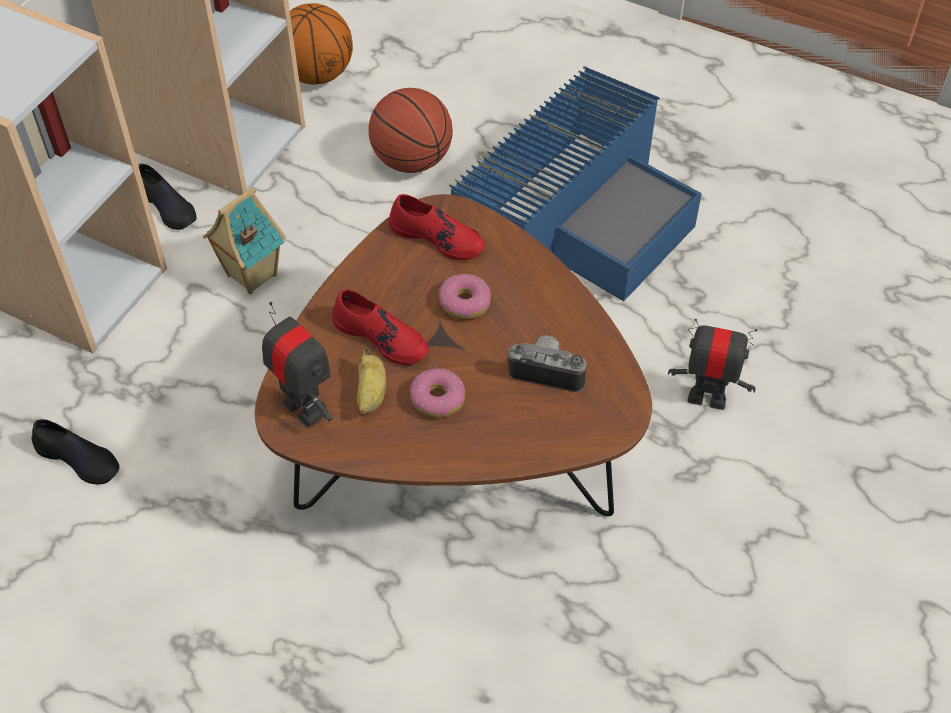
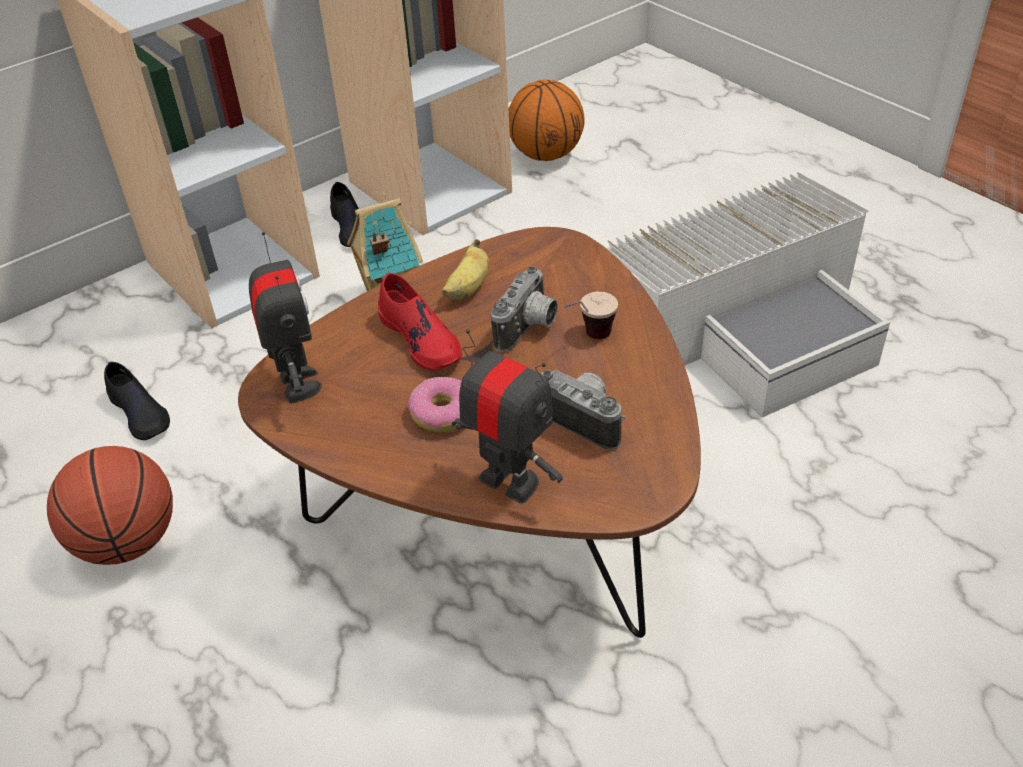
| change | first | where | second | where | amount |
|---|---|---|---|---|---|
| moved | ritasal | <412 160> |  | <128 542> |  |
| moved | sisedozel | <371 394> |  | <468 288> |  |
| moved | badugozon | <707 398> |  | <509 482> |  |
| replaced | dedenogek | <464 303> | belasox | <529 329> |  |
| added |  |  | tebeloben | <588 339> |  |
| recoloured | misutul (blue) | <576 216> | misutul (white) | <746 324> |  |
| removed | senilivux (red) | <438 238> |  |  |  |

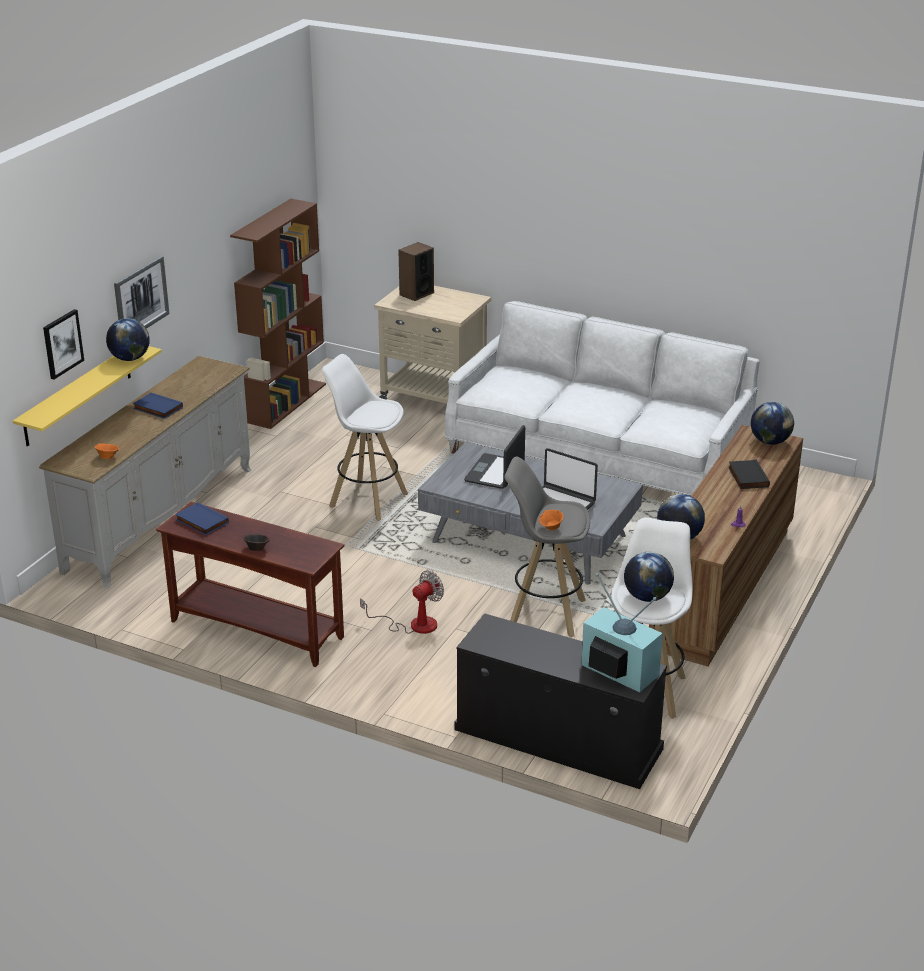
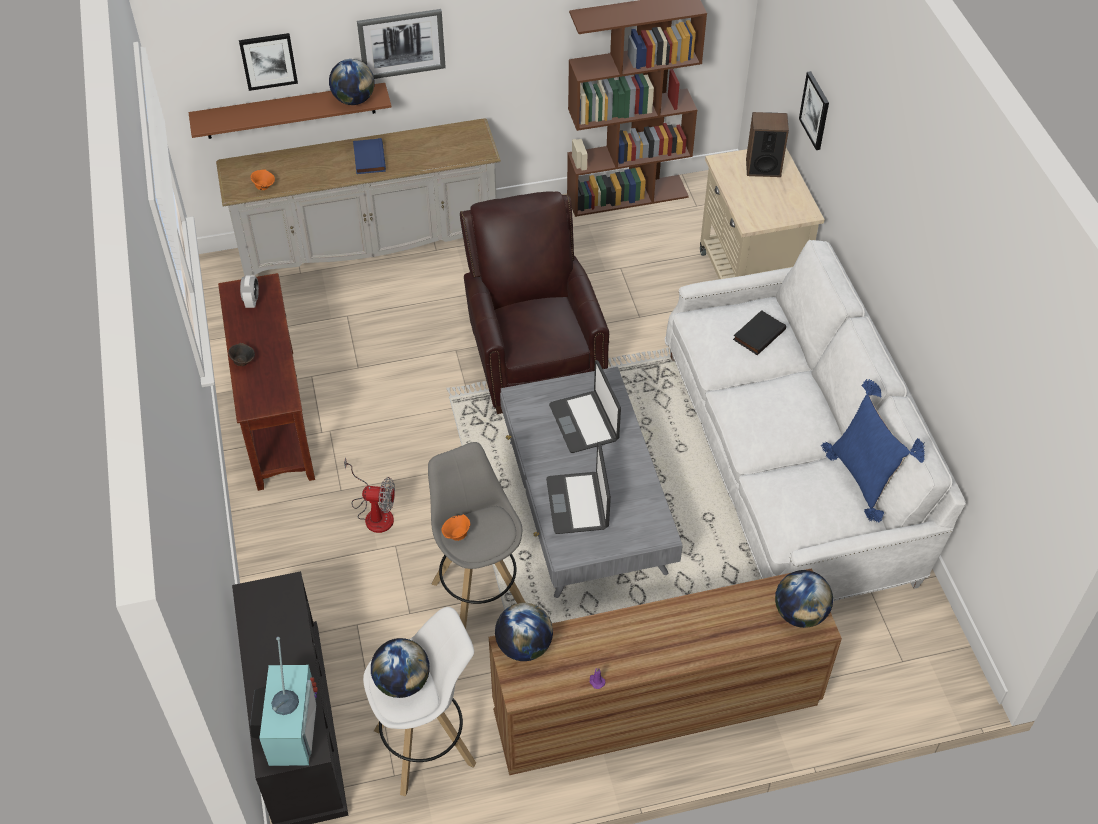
| change | first | where | second | where | amount |
|---|---|---|---|---|---|
| recoloured | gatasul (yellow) | <78 395> | gatasul (brown) | <290 111> |  |
| replaced | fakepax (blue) | <201 522> | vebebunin | <252 301> |  |
| replaced | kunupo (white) | <367 499> | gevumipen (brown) | <533 353> |  |
| turned | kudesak | <495 472> |  | <584 422> | 90 degrees counterclockwise |
| moved | fakepax (black) | <747 477> |  | <758 334> |  |
| added |  |  | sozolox | <815 110> |  |
| added |  |  | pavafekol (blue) | <863 482> |  |

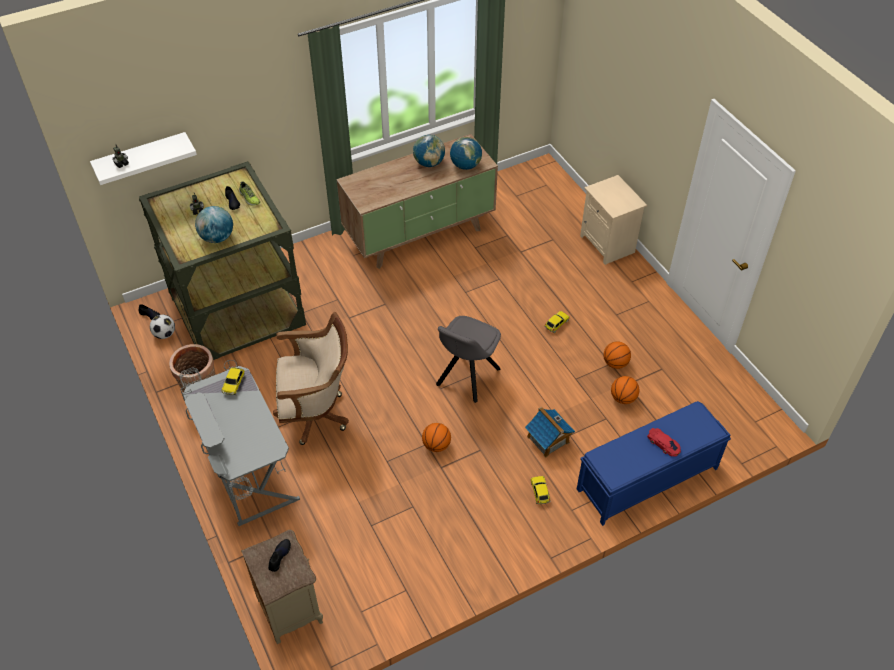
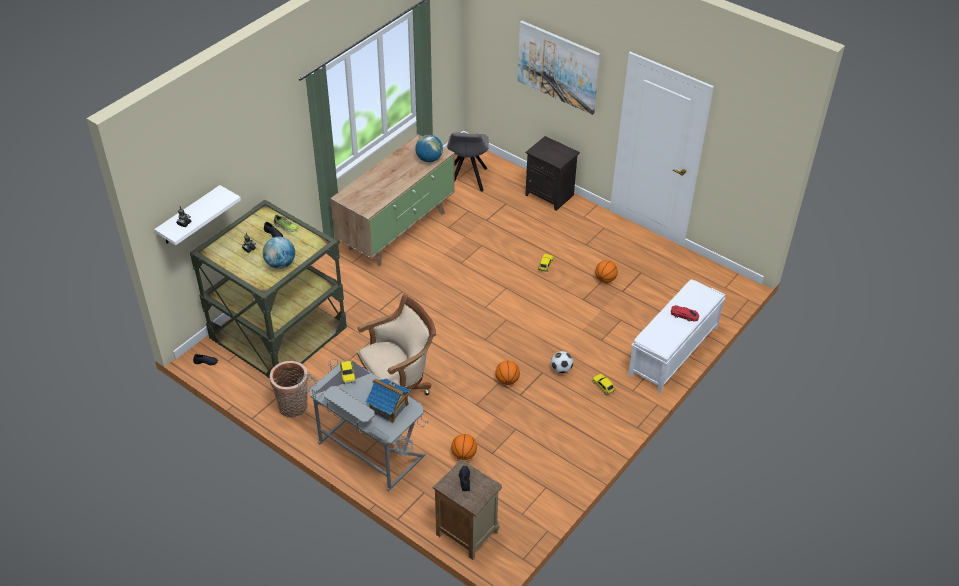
| change | first | where | second | where | amount |
|---|---|---|---|---|---|
| moved | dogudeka | <548 440> |  | <389 408> |  |
| moved | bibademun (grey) | <467 377> |  | <467 179> |  |
| moved | ritasal | <623 398> |  | <464 454> |  |
| added |  |  | sozolox | <558 67> |  |
| recoloured | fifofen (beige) | <608 244> | fifofen (black) | <550 195> |  |
| moved | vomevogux | <165 334> |  | <561 369> |  |
| recoloured | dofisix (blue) | <646 479> | dofisix (white) | <673 351> |  |
| removed | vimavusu | <429 163> |  |  |  |

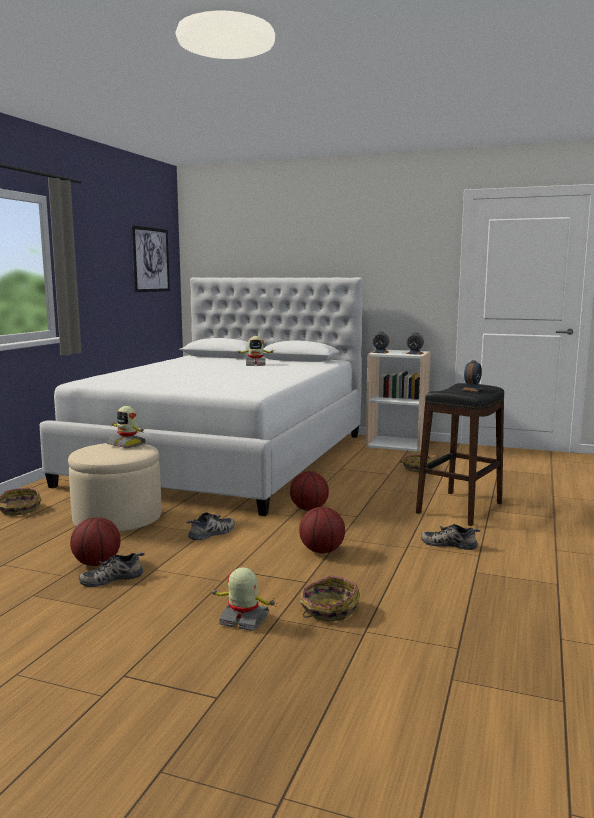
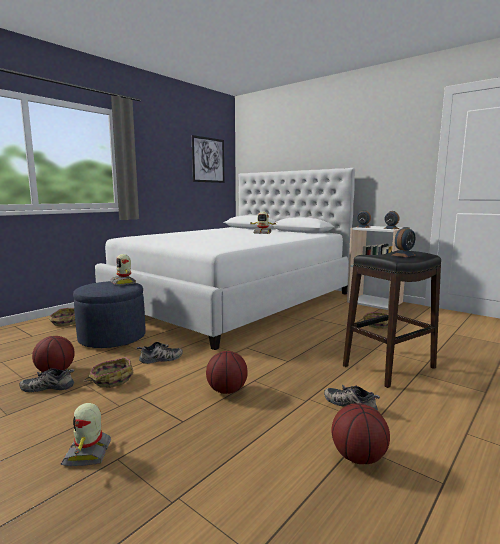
| change | first | where | second | where | amount |
|---|---|---|---|---|---|
| turned | badugozon | <244 620> |  | <89 453> | 135 degrees counterclockwise |
| recoloured | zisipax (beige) | <117 519> | zisipax (blue) | <112 337> |  |
| moved | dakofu | <328 610> |  | <111 379> |  |
| moved | ritasal | <309 509> |  | <358 457> |  |

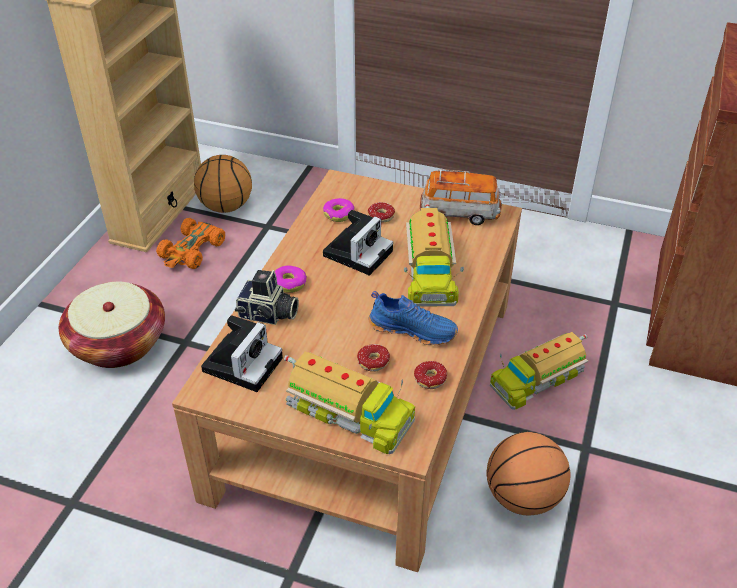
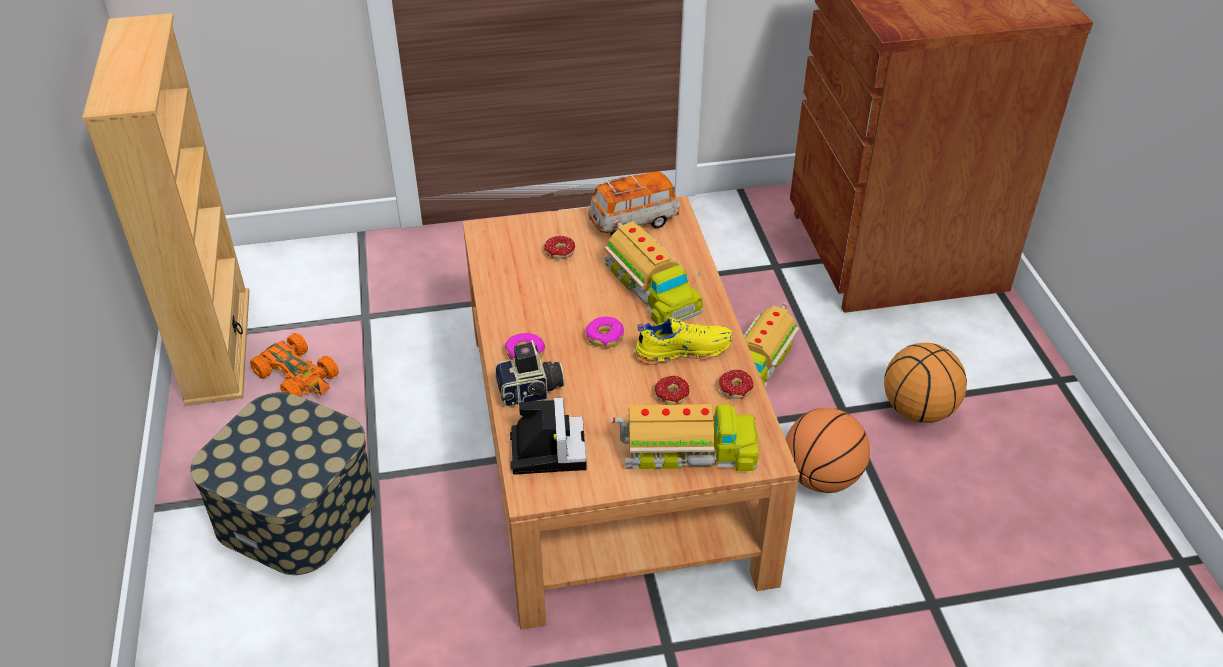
| change | first | where | second | where | amount |
|---|---|---|---|---|---|
| replaced | dakofu | <118 343> | misutul | <295 511> |  |
| turned | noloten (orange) | <192 251> |  | <298 376> | 45 degrees counterclockwise |
| moved | dedenogek | <339 214> |  | <605 337> |  |
| recoloured | senilivux (blue) | <413 329> | senilivux (yellow) | <682 350> |  |
| moved | ritasal | <226 207> |  | <919 410> |  |
| removed | belasox | <358 252> |  |  |  |

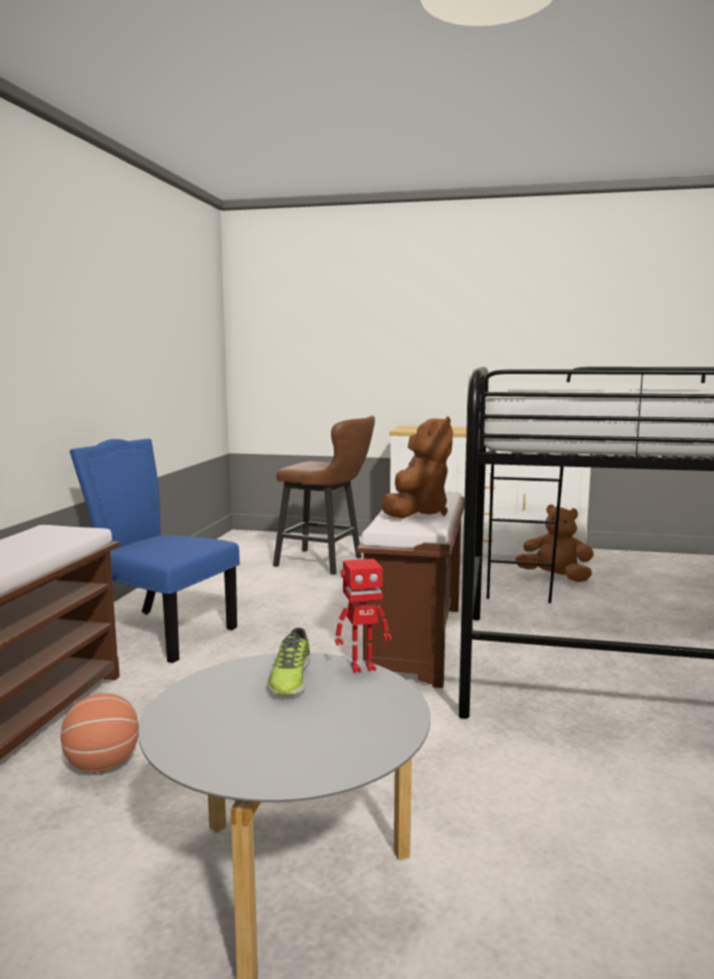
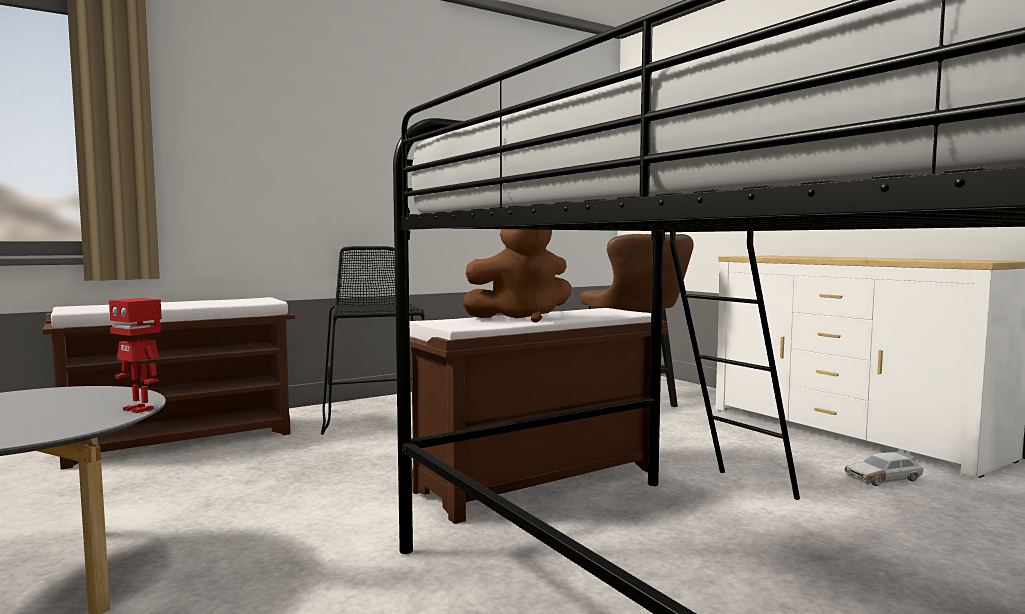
| change | first | where | second | where | amount |
|---|---|---|---|---|---|
| replaced | bibademun (blue) | <164 634> | kunupo (black) | <378 418> |  |
| replaced | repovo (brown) | <555 577> | noloten | <883 478> |  |
| removed | ritasal | <102 765> |  |  |  |
| removed | senilivux | <289 678> |  |  |  |

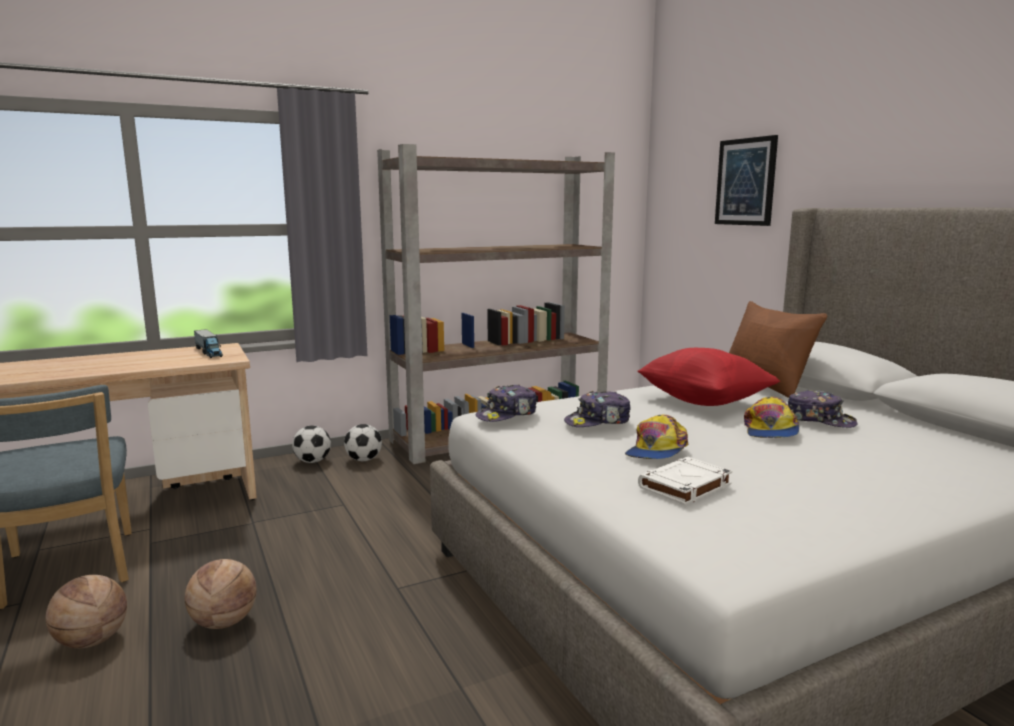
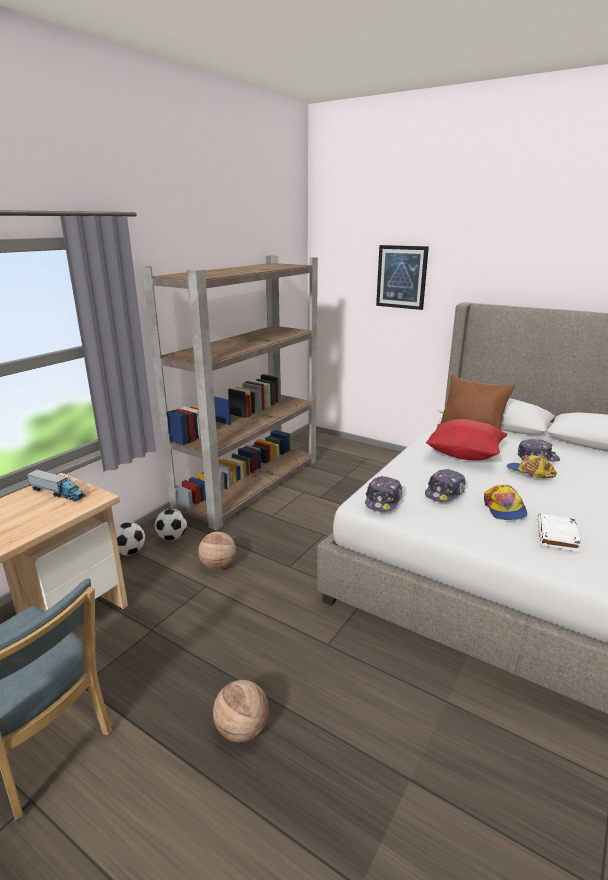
| change | first | where | second | where | amount |
|---|---|---|---|---|---|
| moved | ritasal | <92 641> |  | <218 566> |  |
| turned | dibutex | <770 430> |  | <529 473> | 150 degrees clockwise |

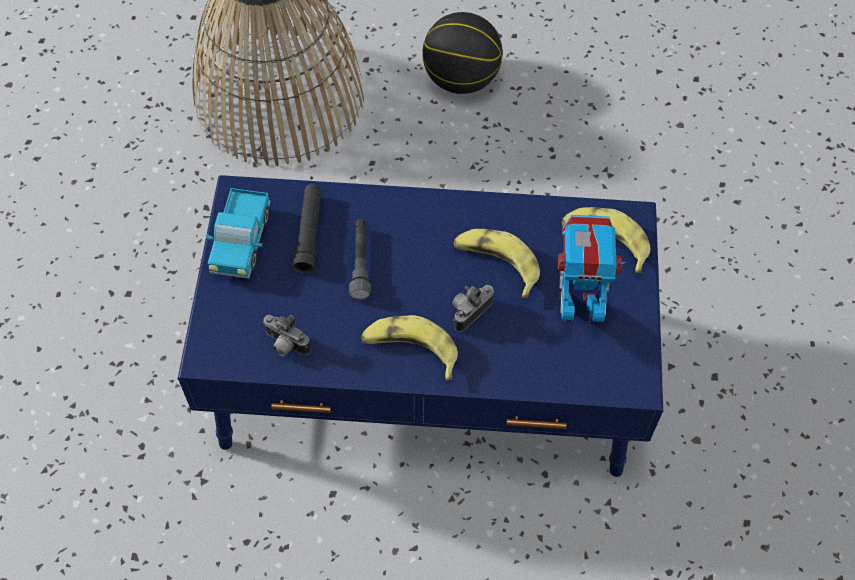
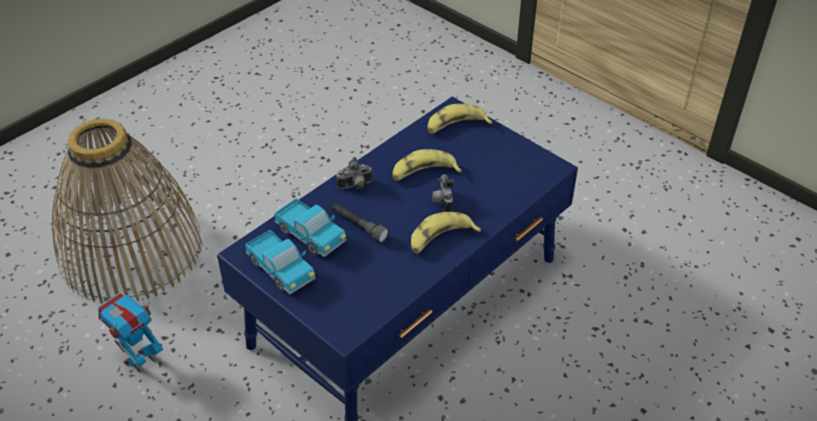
| change | first | where | second | where | amount |
|---|---|---|---|---|---|
| moved | badugozon | <576 306> |  | <140 360> |  |
| replaced | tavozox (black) | <309 233> | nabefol | <311 237> |  |
| moved | belasox | <285 345> |  | <355 186> |  |
| removed | ritasal | <461 80> |  |  |  |

